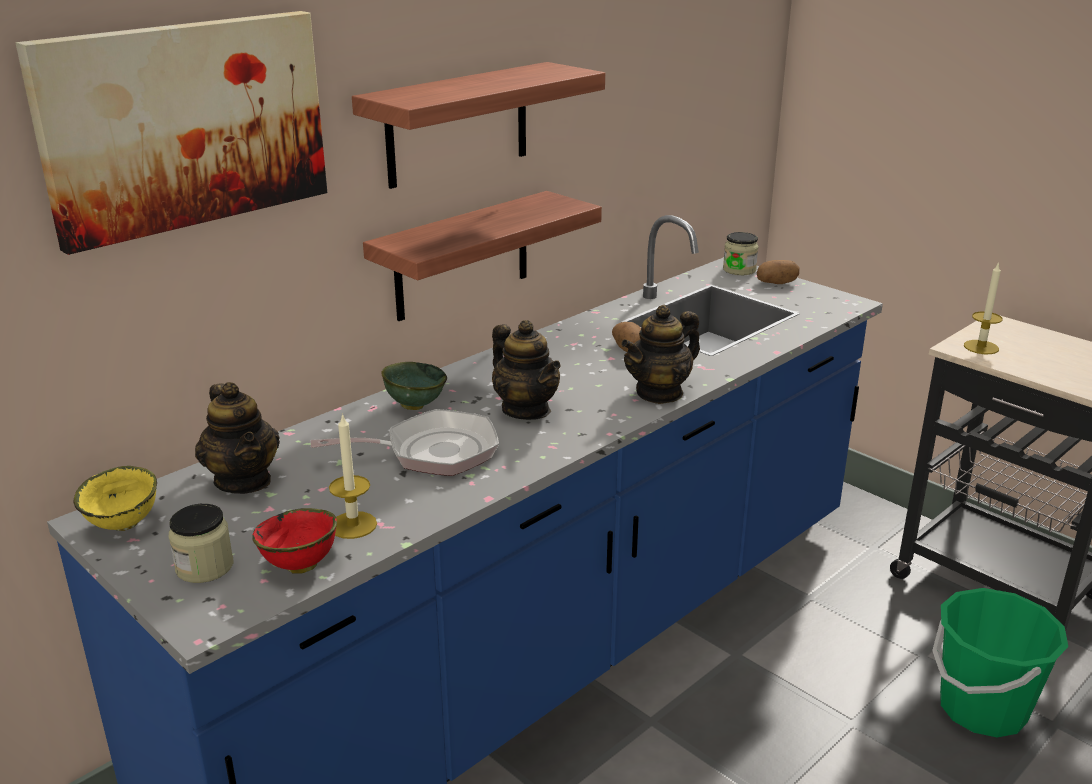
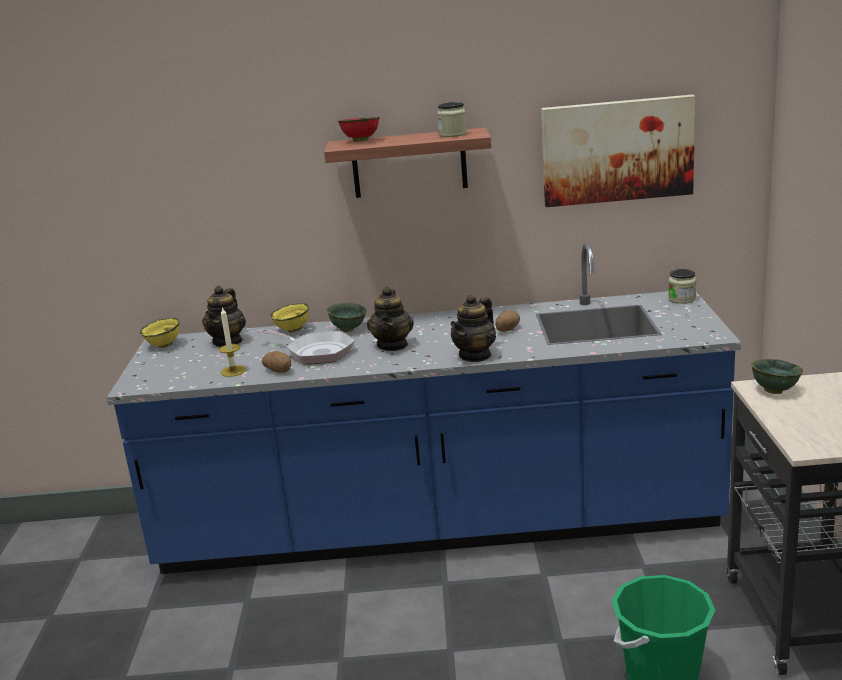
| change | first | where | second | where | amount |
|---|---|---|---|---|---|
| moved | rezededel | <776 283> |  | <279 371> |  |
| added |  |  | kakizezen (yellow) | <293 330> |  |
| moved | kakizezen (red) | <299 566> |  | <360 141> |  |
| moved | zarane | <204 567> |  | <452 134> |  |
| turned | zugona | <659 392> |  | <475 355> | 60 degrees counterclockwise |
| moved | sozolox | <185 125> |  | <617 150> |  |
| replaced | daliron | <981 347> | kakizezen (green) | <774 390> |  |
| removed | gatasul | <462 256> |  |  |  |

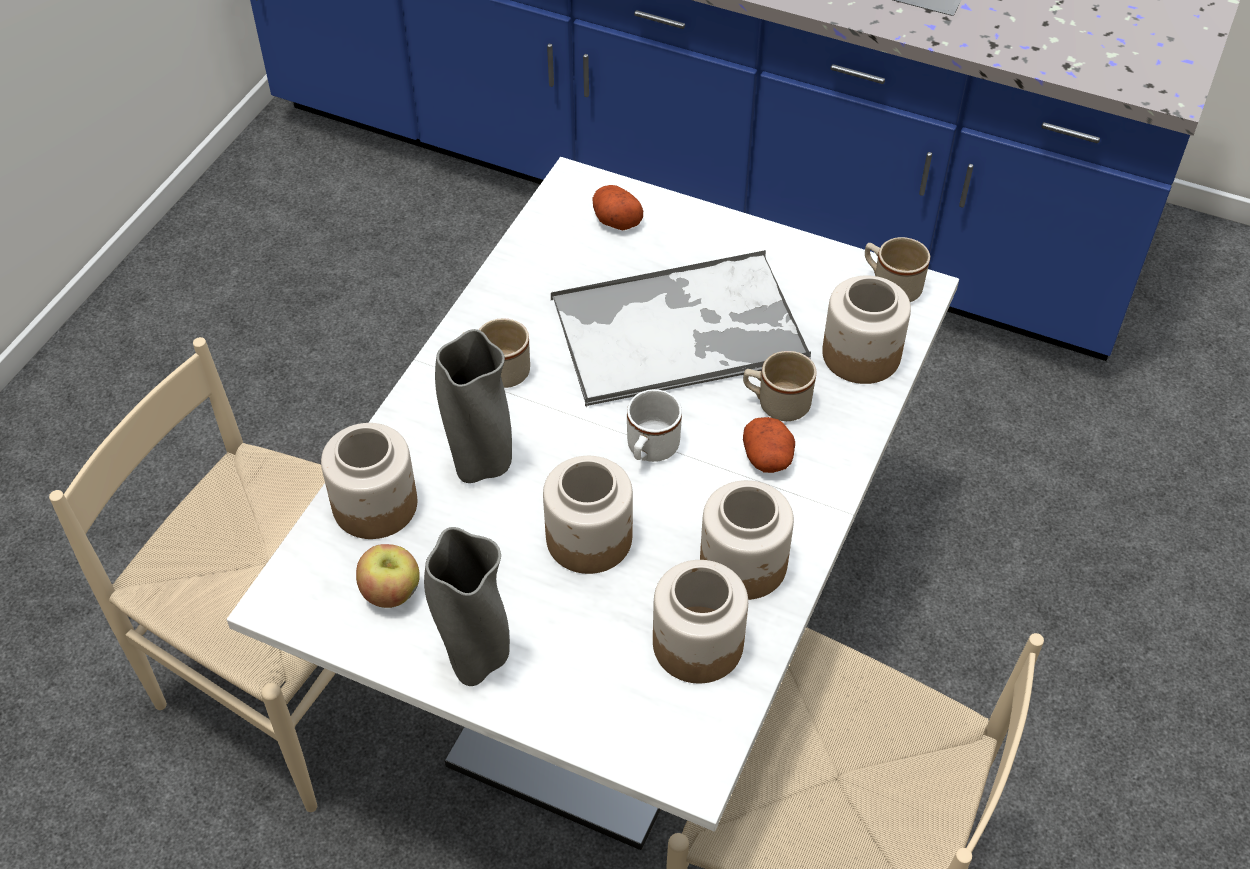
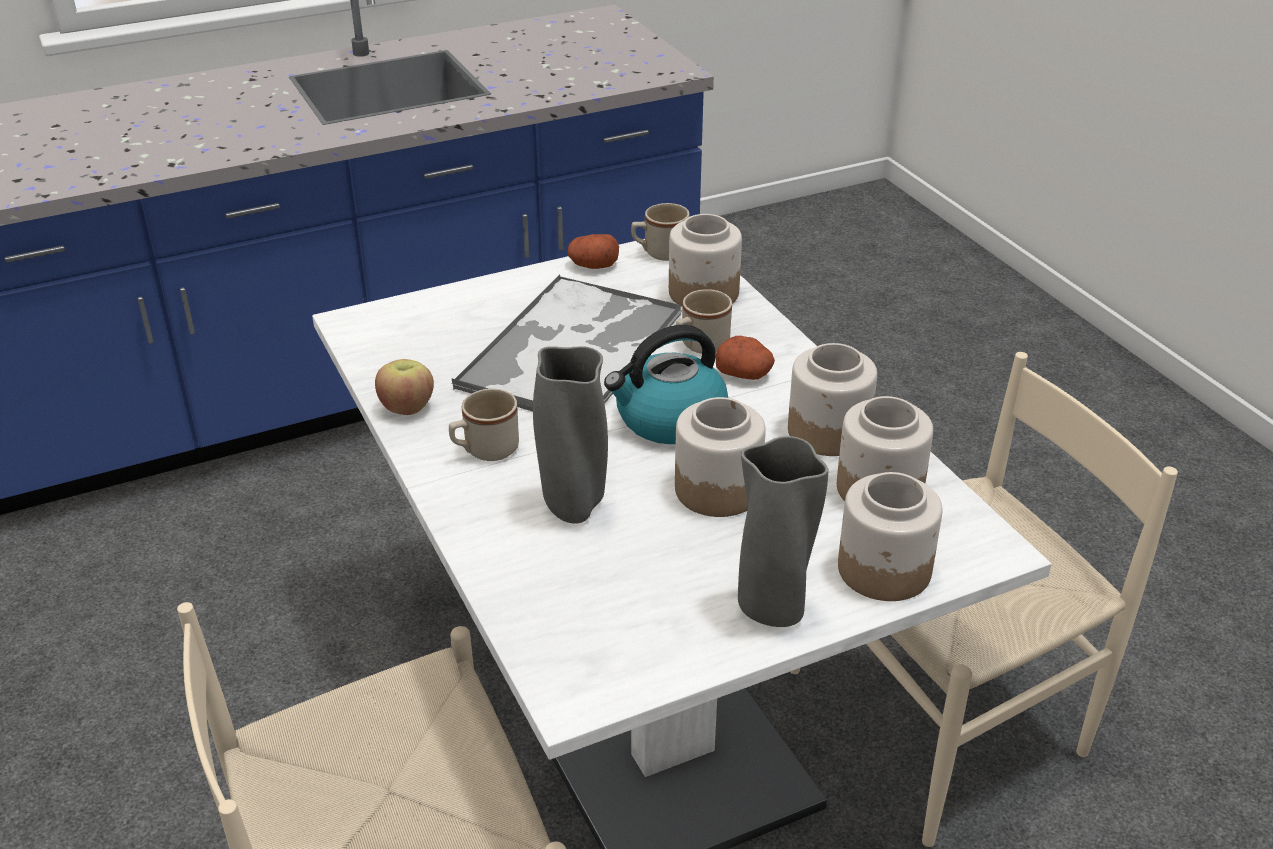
| change | first | where | second | where | amount |
|---|---|---|---|---|---|
| moved | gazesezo | <391 592> |  | <407 407> |  |
| moved | rezededel | <615 219> |  | <593 265> |  |
| replaced | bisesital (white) | <650 450> | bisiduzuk | <669 420> |  |
| moved | zarane | <374 506> |  | <885 571> |  |

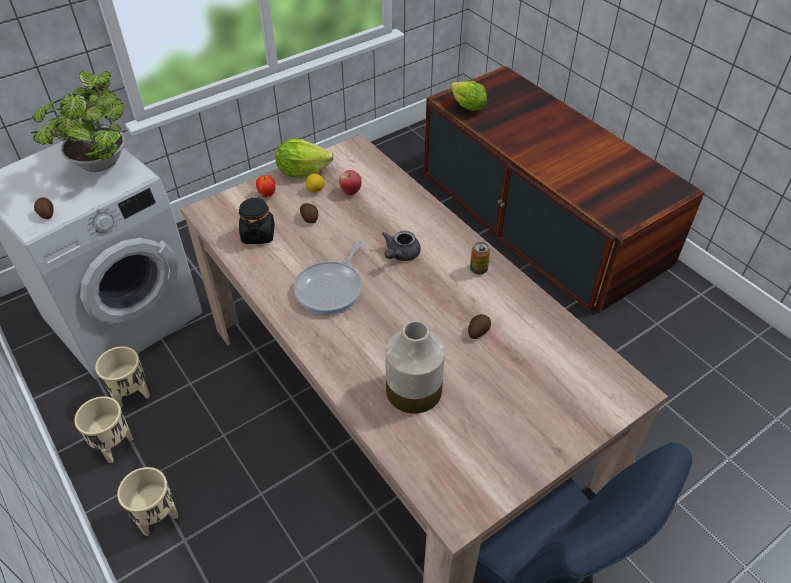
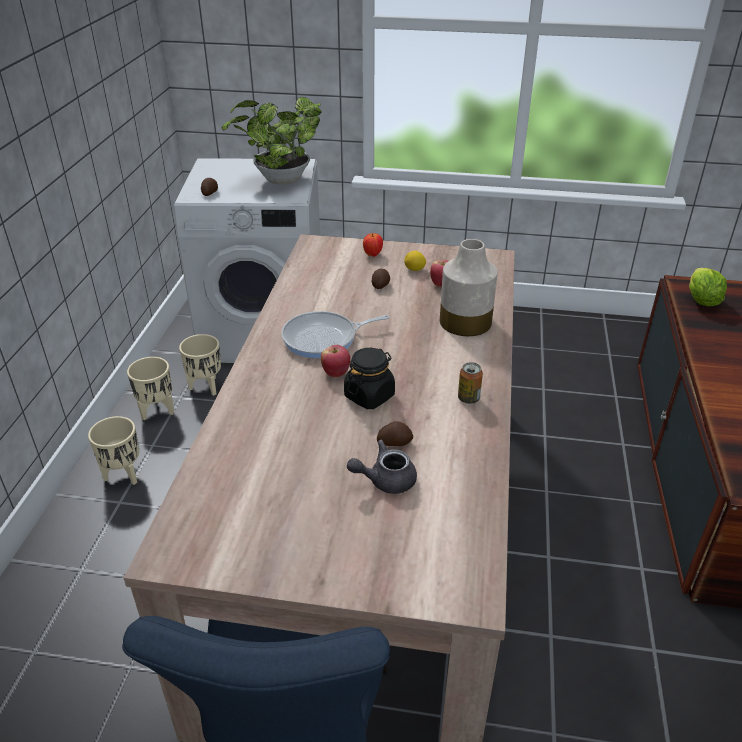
| change | first | where | second | where | amount |
|---|---|---|---|---|---|
| added |  |  | gazesezo | <336 373> |  |
| moved | zarane (black) | <258 234> |  | <369 396> |  |
| moved | zugona (grey) | <400 255> |  | <385 480> |  |
| moved | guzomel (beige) | <414 389> |  | <466 321> |  |
| removed | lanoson | <302 171> |  |  |  |

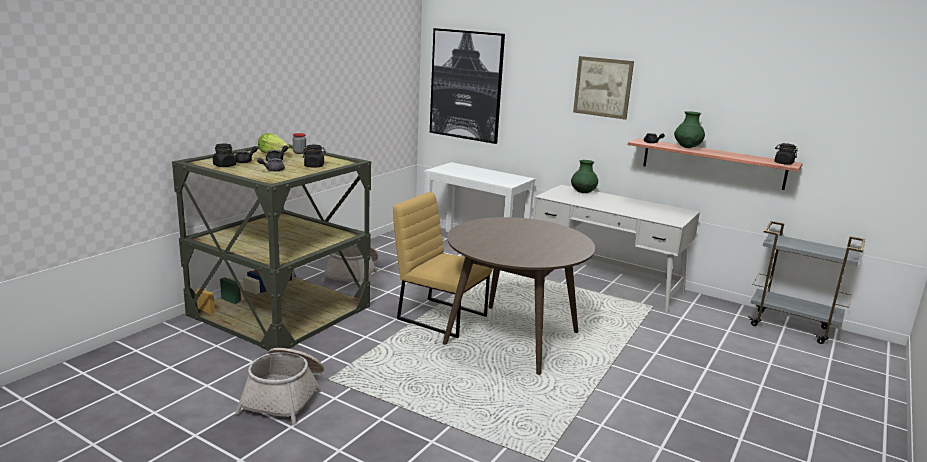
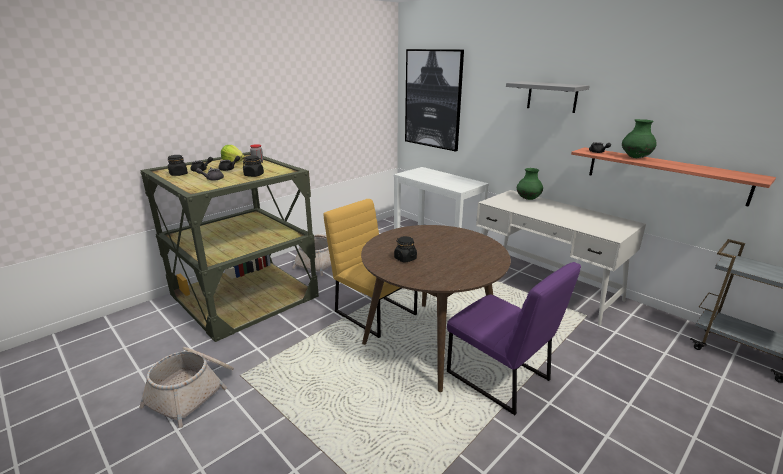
| change | first | where | second | where | amount |
|---|---|---|---|---|---|
| moved | zarane (black) | <783 163> |  | <405 258> |  |
| added |  |  | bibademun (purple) | <500 377> |  |
| replaced | sozolox | <603 87> | gatasul (grey) | <552 96> |  |

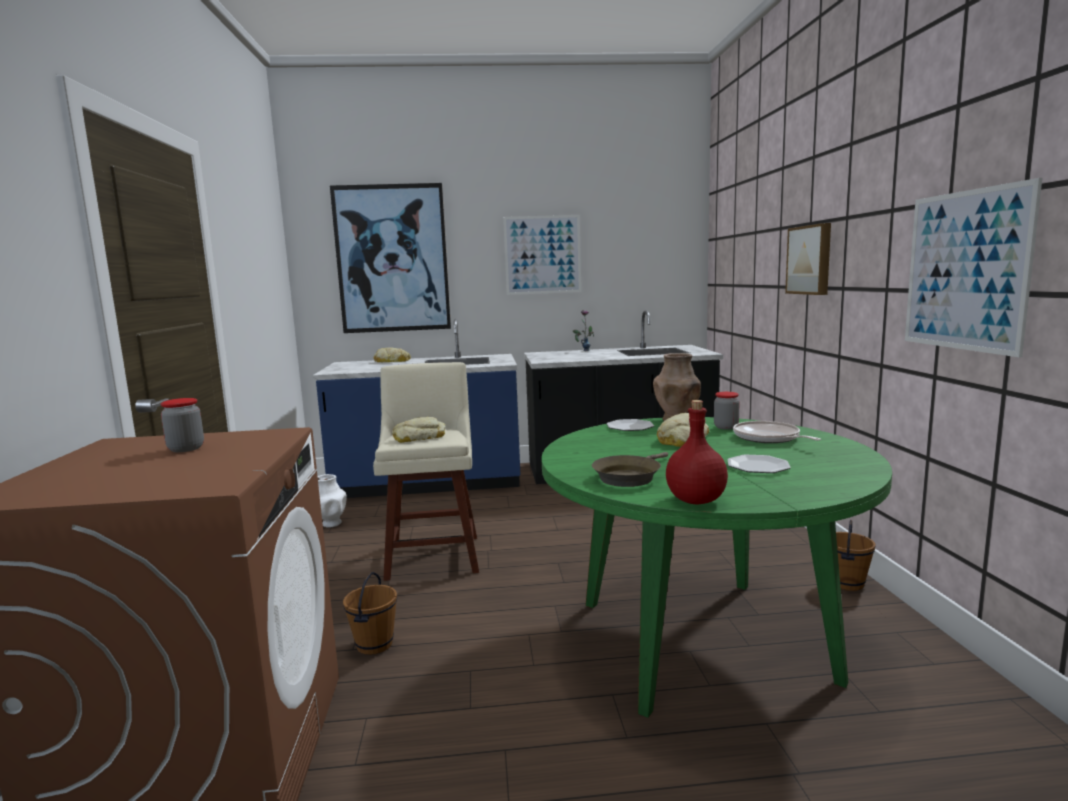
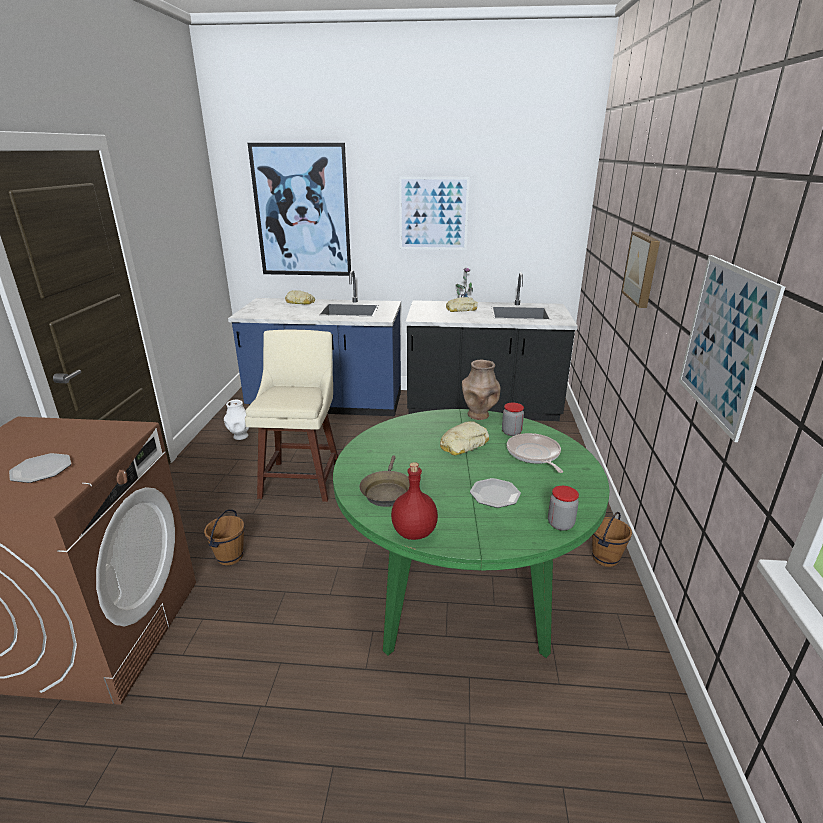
| change | first | where | second | where | amount |
|---|---|---|---|---|---|
| moved | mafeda | <630 427> |  | <41 470> |  |
| turned | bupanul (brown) | <629 477> |  | <386 491> | 45 degrees counterclockwise |
| moved | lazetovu | <419 437> |  | <461 309> |  |
| moved | zarane | <186 449> |  | <560 524> |  |

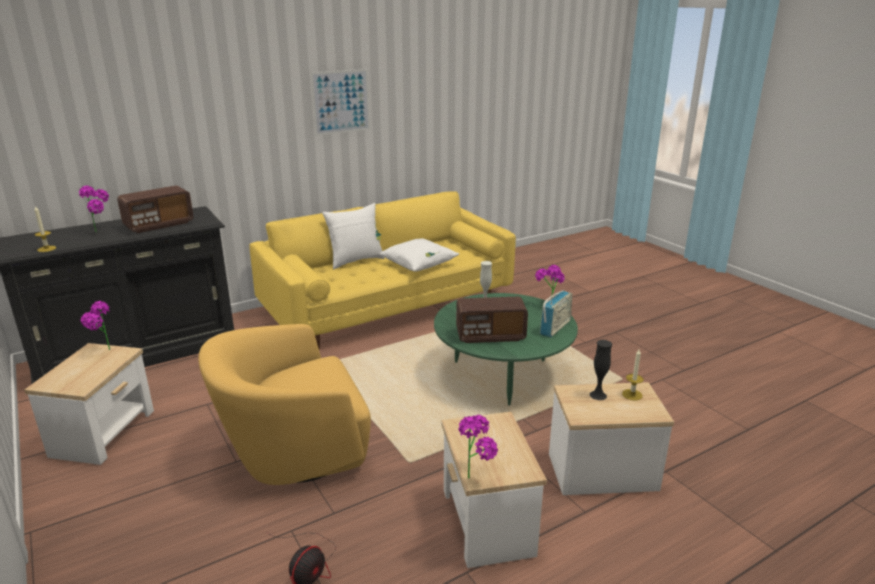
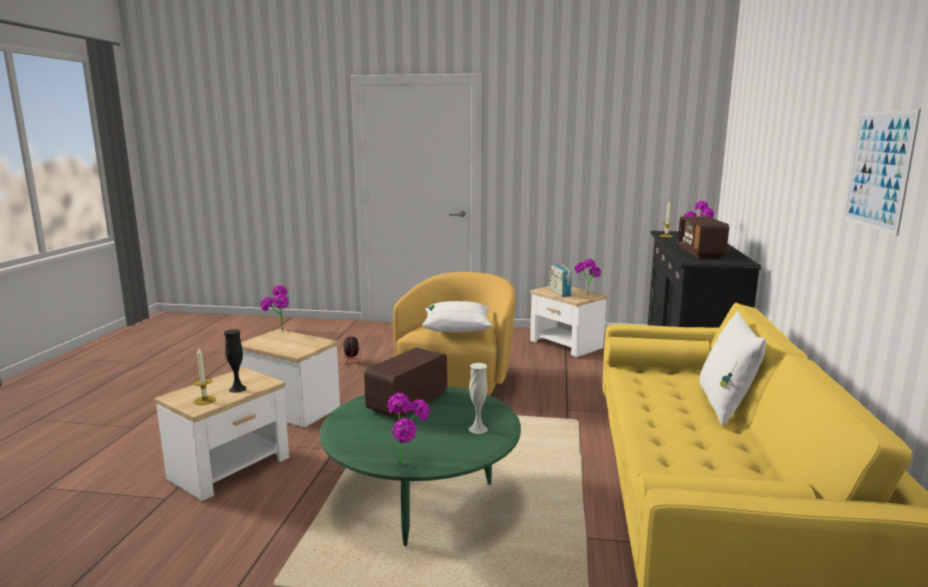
| change | first | where | second | where | amount |
|---|---|---|---|---|---|
| moved | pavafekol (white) | <419 264> |  | <457 329> |  |
| moved | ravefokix | <555 327> |  | <559 292> |  |

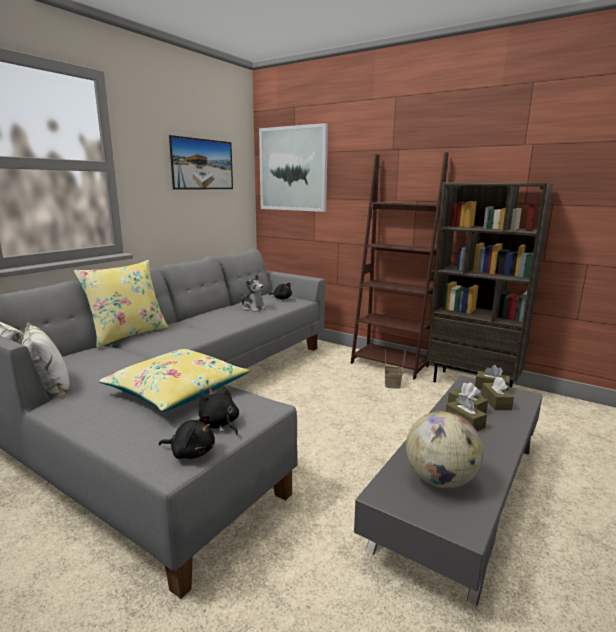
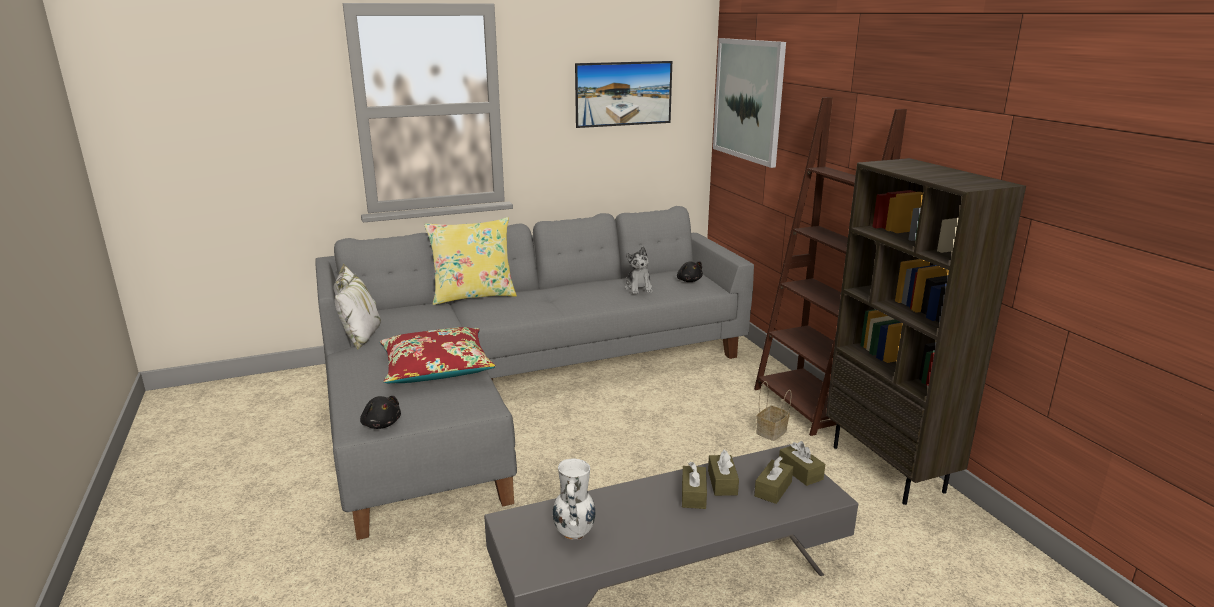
| change | first | where | second | where | amount |
|---|---|---|---|---|---|
| recoloured | pavafekol (yellow) | <177 391> | pavafekol (red) | <436 368> |  |
| replaced | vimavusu | <440 480> | guzomel (white) | <574 532> |  |
| removed | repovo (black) | <220 424> |  |  |  |

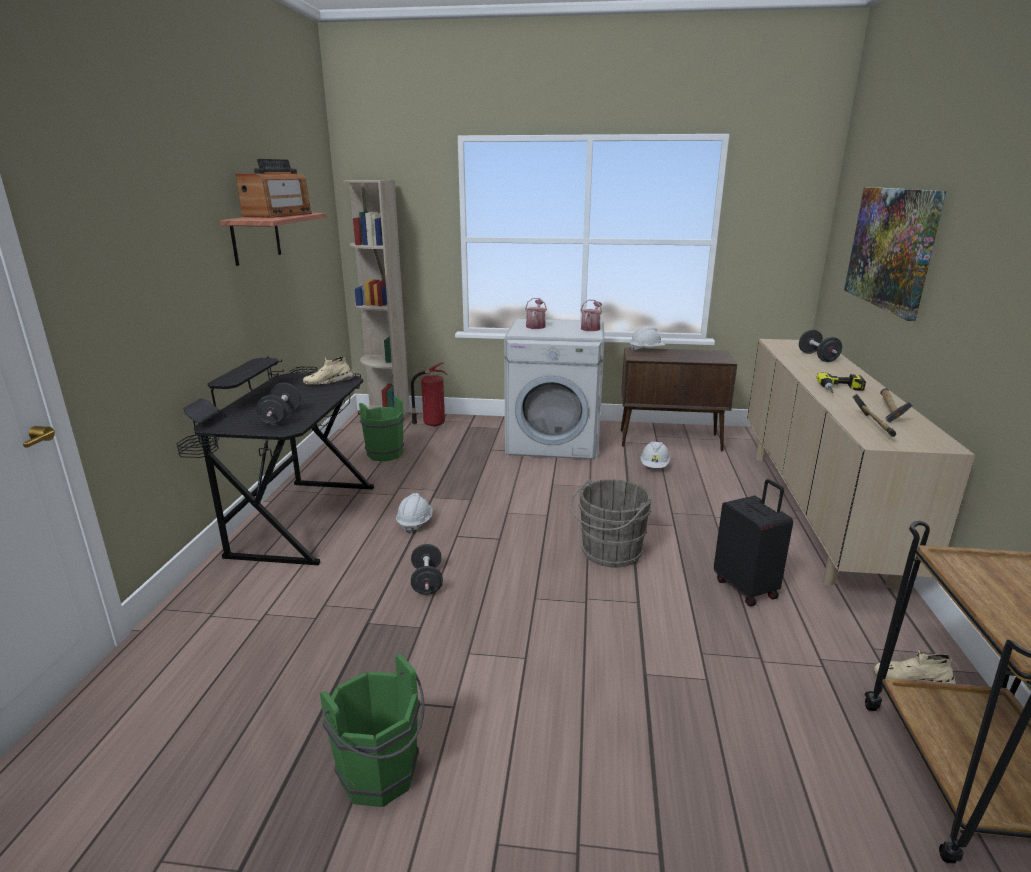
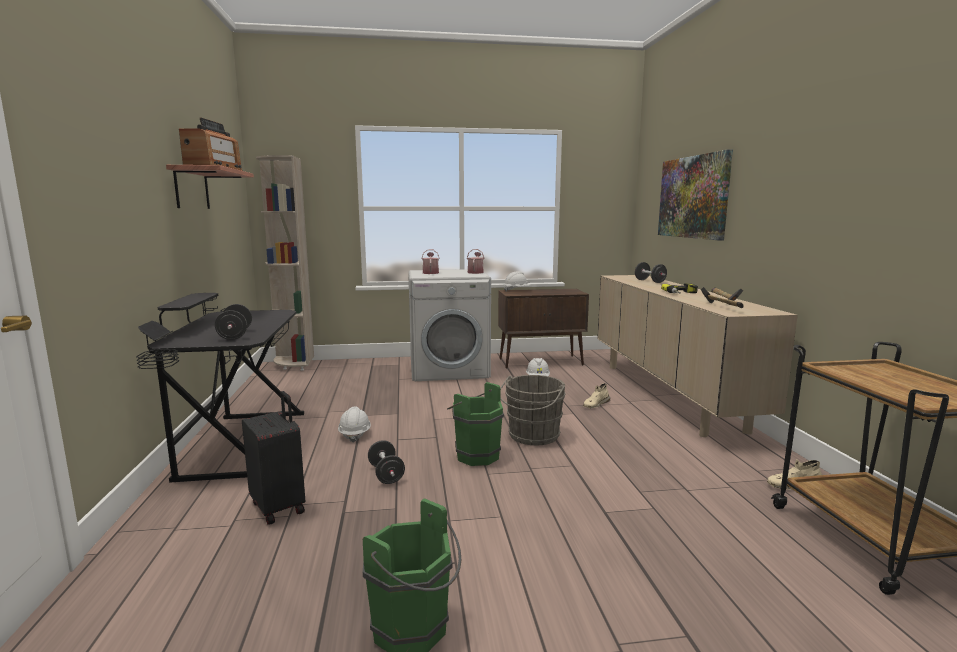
| change | first | where | second | where | amount |
|---|---|---|---|---|---|
| moved | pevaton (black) | <746 588> |  | <279 507> |  |
| moved | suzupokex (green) | <384 453> |  | <474 455> |  |
| moved | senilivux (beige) | <328 381> |  | <595 404> |  |
| removed | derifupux | <432 424> |  |  |  |

